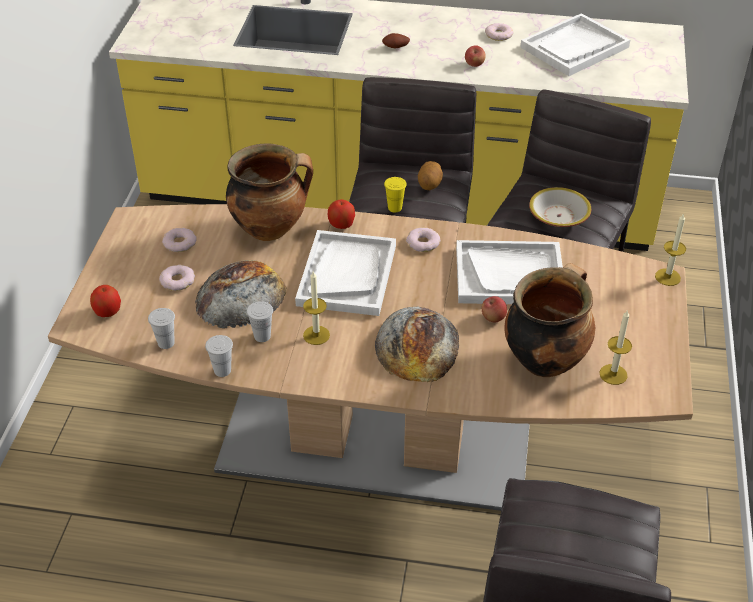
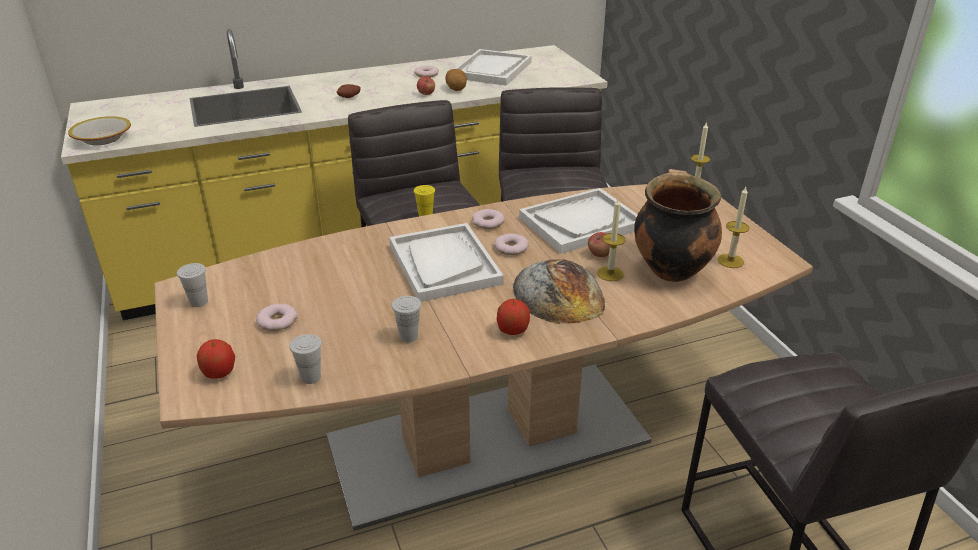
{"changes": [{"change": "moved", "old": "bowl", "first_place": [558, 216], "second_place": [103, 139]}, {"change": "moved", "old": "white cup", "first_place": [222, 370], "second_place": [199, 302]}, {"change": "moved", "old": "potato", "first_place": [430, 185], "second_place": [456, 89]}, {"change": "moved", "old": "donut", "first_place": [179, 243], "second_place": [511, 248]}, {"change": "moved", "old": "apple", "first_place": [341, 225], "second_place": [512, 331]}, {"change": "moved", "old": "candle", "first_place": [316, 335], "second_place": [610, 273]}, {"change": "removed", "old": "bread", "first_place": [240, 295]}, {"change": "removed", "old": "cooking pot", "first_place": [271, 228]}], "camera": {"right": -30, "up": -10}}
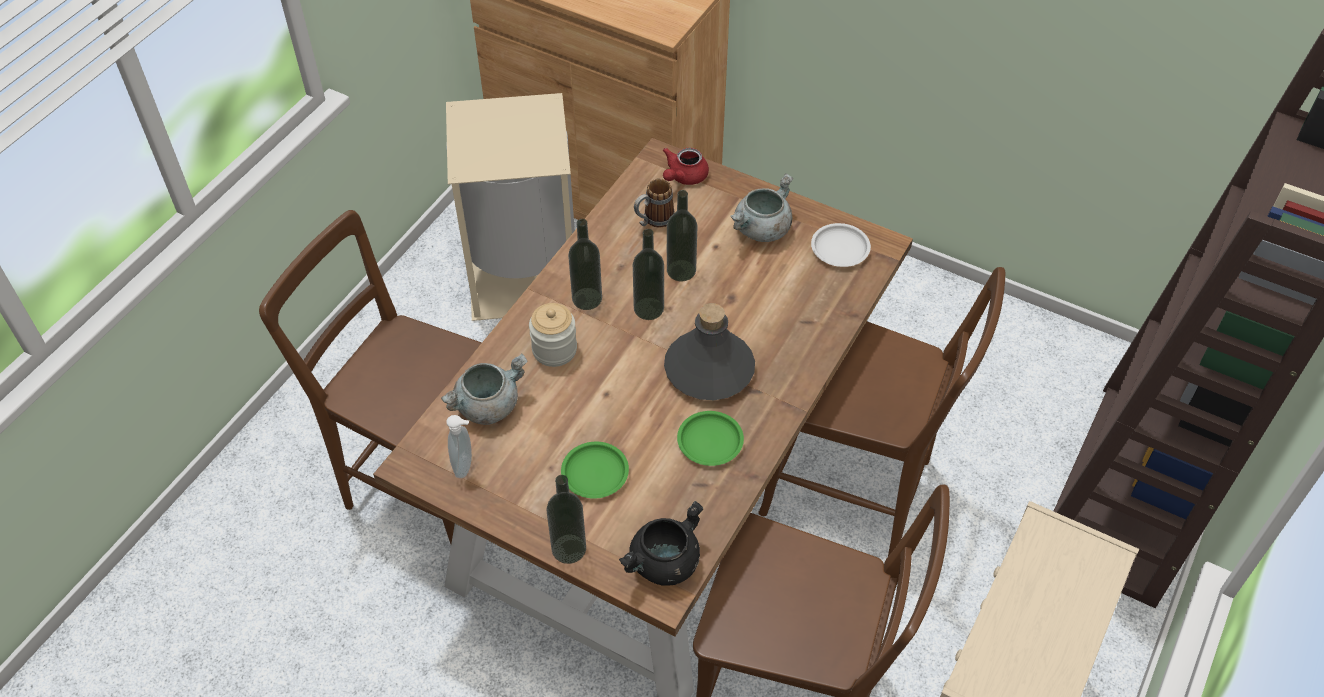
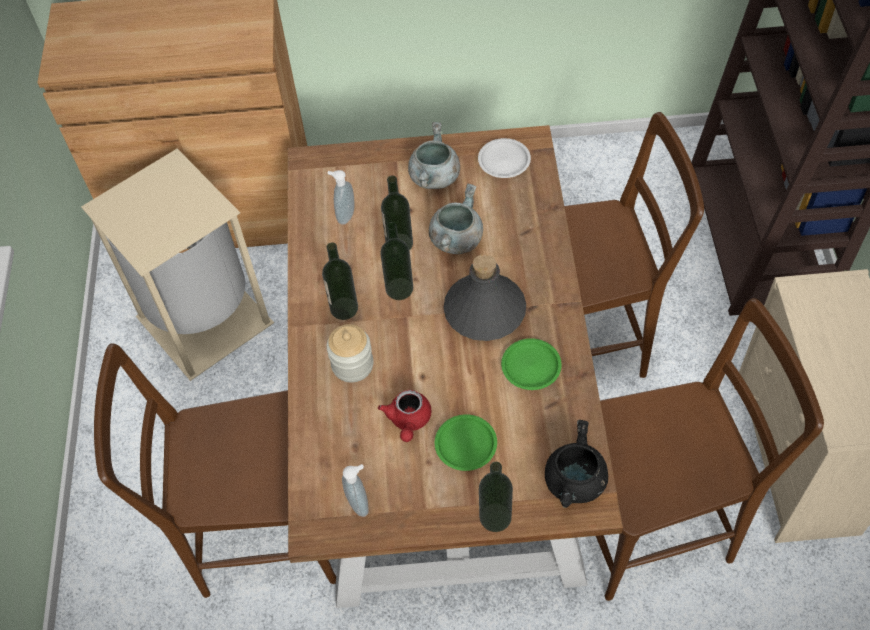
{"changes": [{"change": "replaced", "old": "mug", "new": "soap dispenser", "first_place": [653, 220], "second_place": [345, 215]}, {"change": "moved", "old": "red teapot", "first_place": [683, 177], "second_place": [408, 421]}, {"change": "moved", "old": "grey cooking pot", "first_place": [487, 406], "second_place": [456, 239]}], "camera": {"right": -30, "up": 5}}
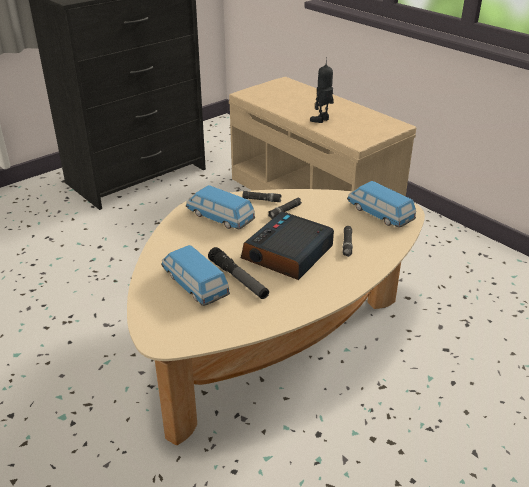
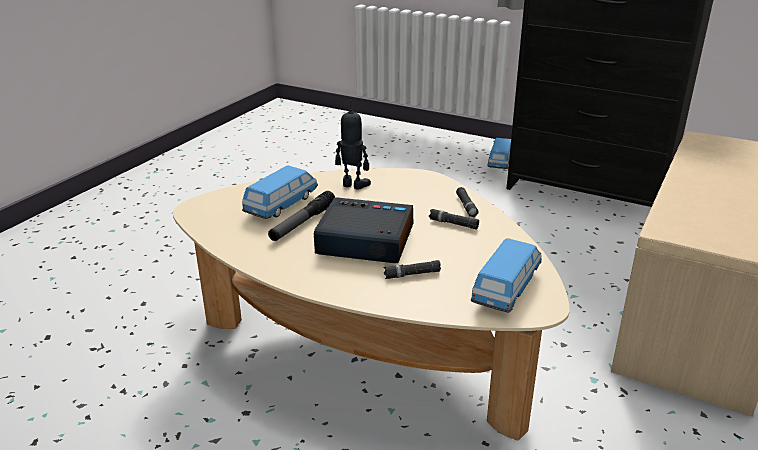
{"changes": [{"change": "moved", "old": "toy robot", "first_place": [322, 120], "second_place": [353, 186]}, {"change": "moved", "old": "toy car", "first_place": [220, 217], "second_place": [500, 161]}], "camera": {"right": 70, "up": -5}}
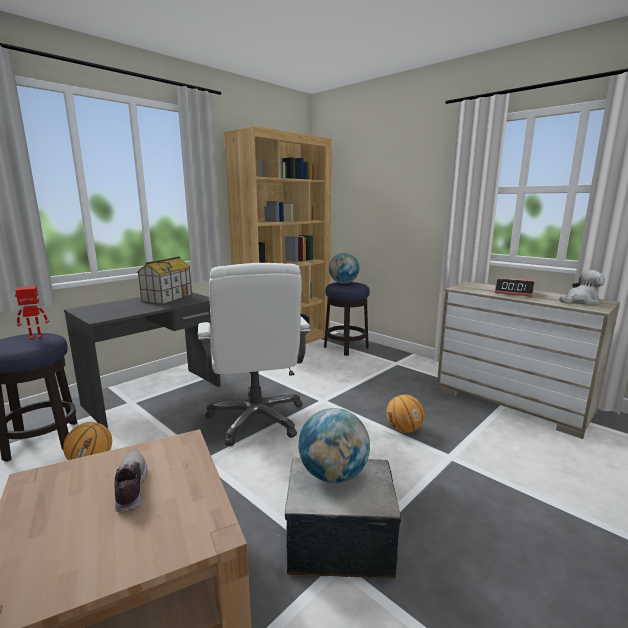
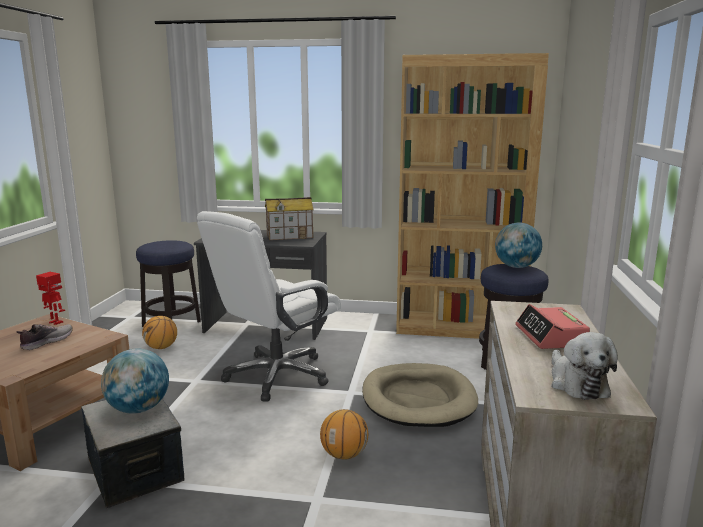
{"changes": [{"change": "moved", "old": "toy robot", "first_place": [35, 337], "second_place": [55, 322]}, {"change": "added", "new": "beige dog bed", "second_place": [418, 399]}, {"change": "turned", "old": "plush toy", "first_place": [580, 301], "second_place": [577, 383], "degrees": 45}], "camera": {"right": 55, "up": 0}}
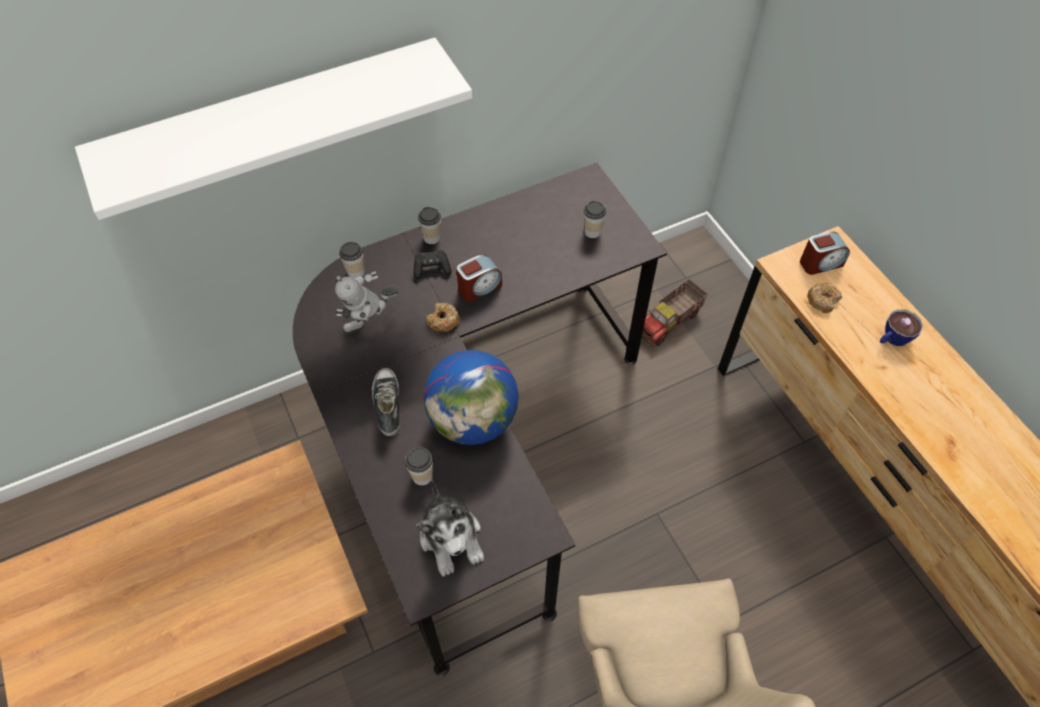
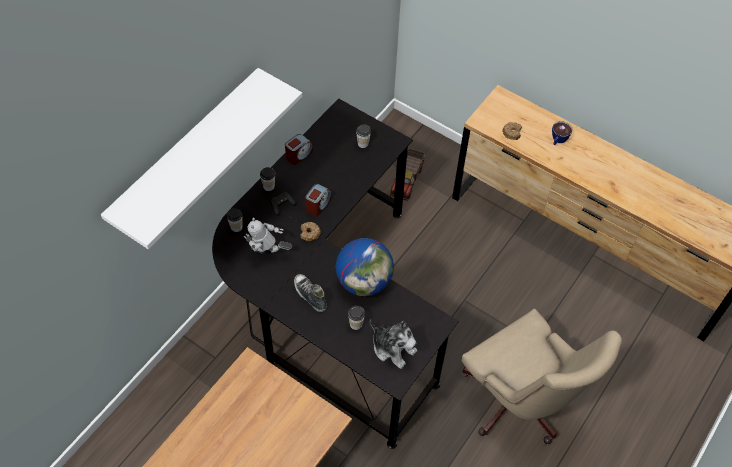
{"changes": [{"change": "turned", "old": "toy robot", "first_place": [370, 324], "second_place": [268, 254], "degrees": 75}, {"change": "moved", "old": "alarm clock", "first_place": [820, 263], "second_place": [298, 155]}], "camera": {"right": -30, "up": 0}}
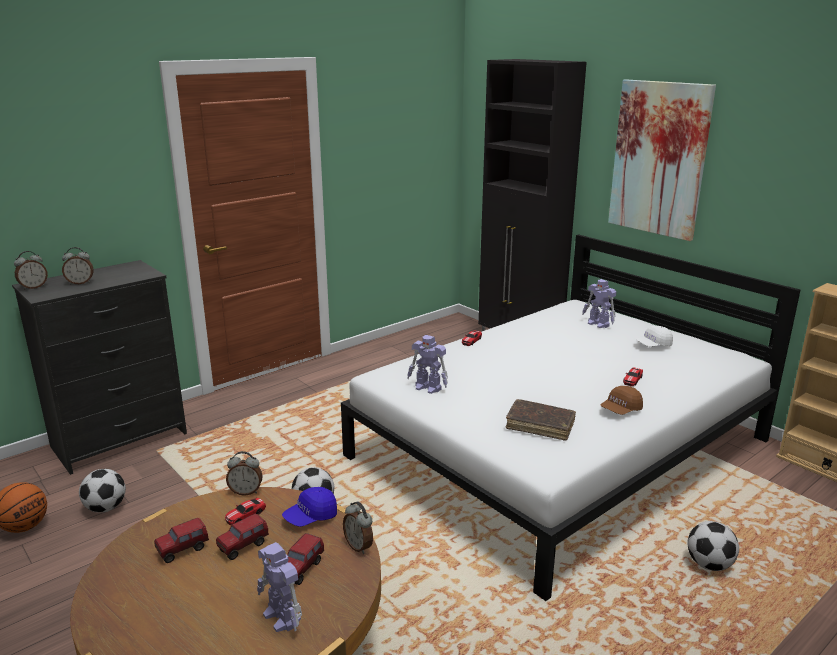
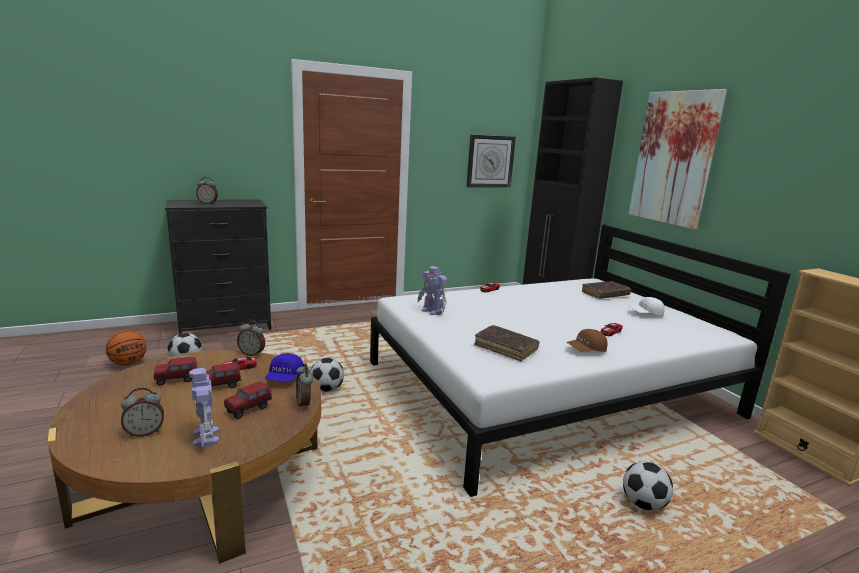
{"changes": [{"change": "moved", "old": "alarm clock", "first_place": [33, 287], "second_place": [145, 432]}, {"change": "turned", "old": "blue cap", "first_place": [311, 517], "second_place": [284, 378], "degrees": -60}, {"change": "added", "new": "wall clock", "second_place": [490, 161]}, {"change": "replaced", "old": "toy robot", "new": "brown book", "first_place": [598, 324], "second_place": [605, 294]}], "camera": {"right": 15, "up": -5}}
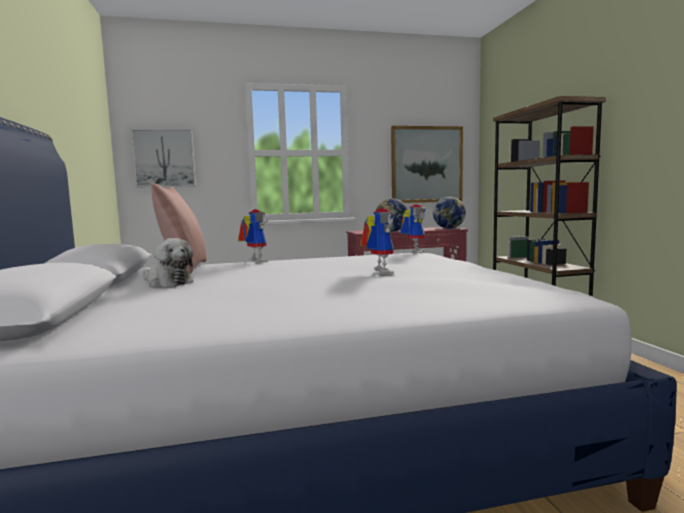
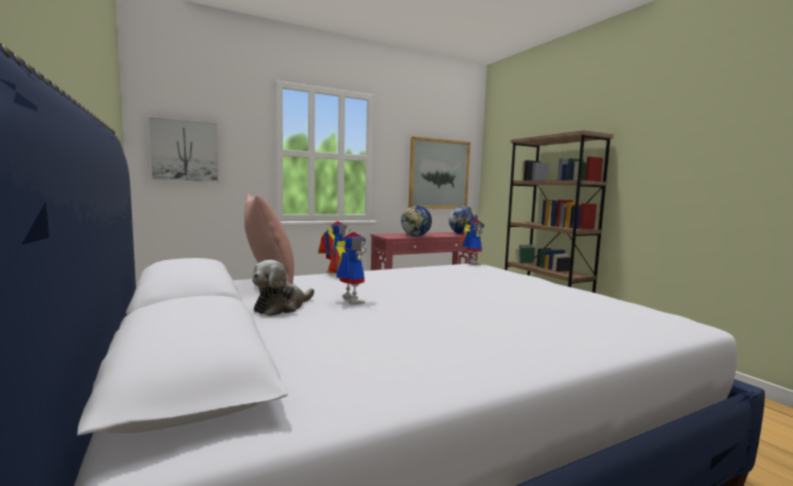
{"changes": [{"change": "turned", "old": "plush toy", "first_place": [167, 283], "second_place": [282, 307], "degrees": 105}, {"change": "moved", "old": "toy robot", "first_place": [378, 272], "second_place": [347, 300]}], "camera": {"right": -15, "up": 0}}
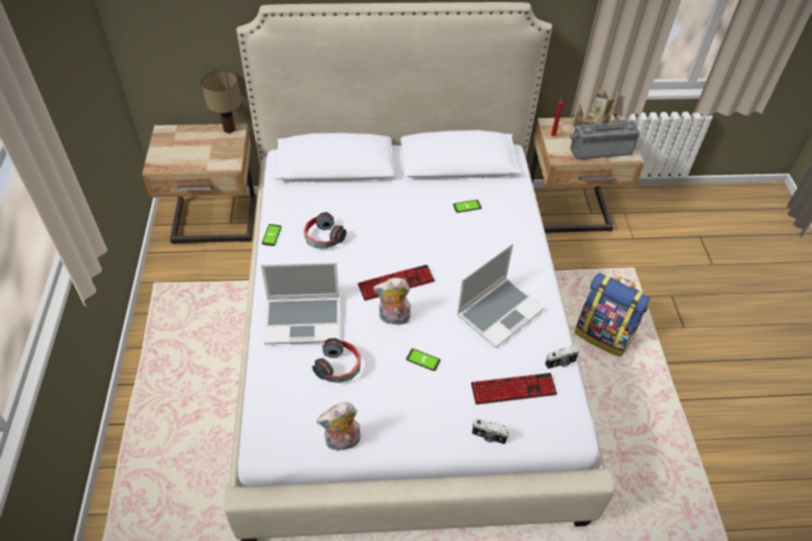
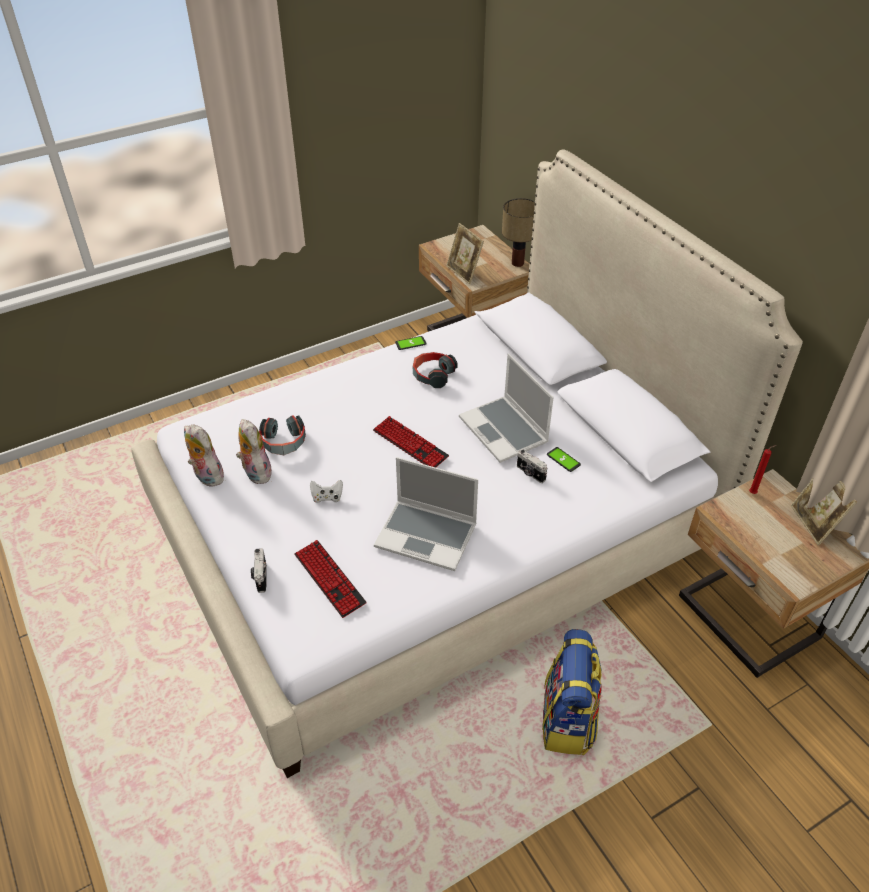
{"changes": [{"change": "moved", "old": "plush toy", "first_place": [393, 318], "second_place": [255, 472]}, {"change": "replaced", "old": "phone", "new": "white game controller", "first_place": [423, 360], "second_place": [327, 497]}, {"change": "added", "new": "picture frame", "second_place": [464, 273]}, {"change": "moved", "old": "laptop", "first_place": [304, 320], "second_place": [505, 431]}, {"change": "moved", "old": "photo camera", "first_place": [561, 363], "second_place": [530, 473]}, {"change": "removed", "old": "radio", "first_place": [599, 149]}], "camera": {"right": 65, "up": -5}}
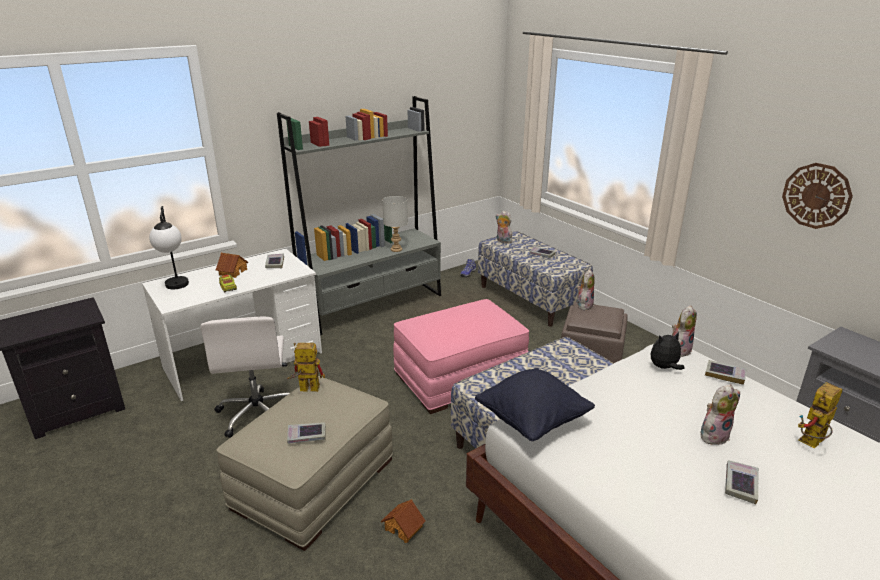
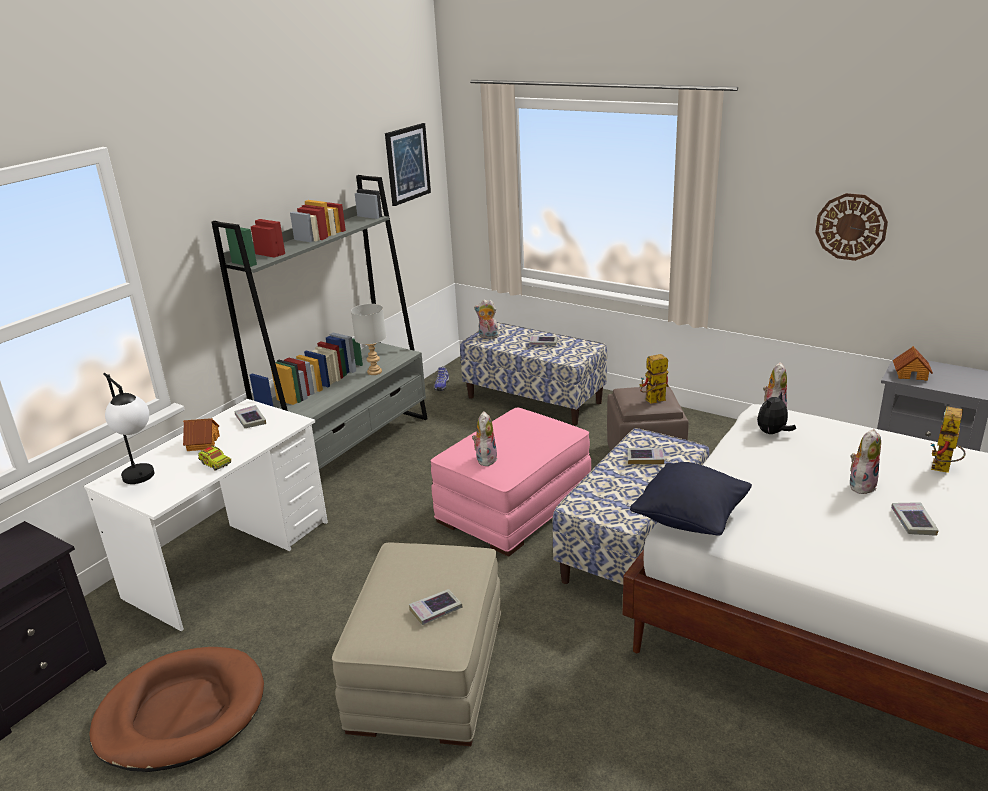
{"changes": [{"change": "added", "new": "brown dog bed", "second_place": [181, 713]}, {"change": "added", "new": "picture", "second_place": [407, 164]}, {"change": "moved", "old": "plush toy", "first_place": [584, 305], "second_place": [485, 458]}, {"change": "moved", "old": "book", "first_place": [725, 374], "second_place": [645, 458]}, {"change": "moved", "old": "toy robot", "first_place": [305, 389], "second_place": [652, 401]}, {"change": "moved", "old": "toy house", "first_place": [404, 527], "second_place": [911, 374]}, {"change": "removed", "old": "white office chair", "first_place": [258, 413]}], "camera": {"right": -20, "up": 0}}
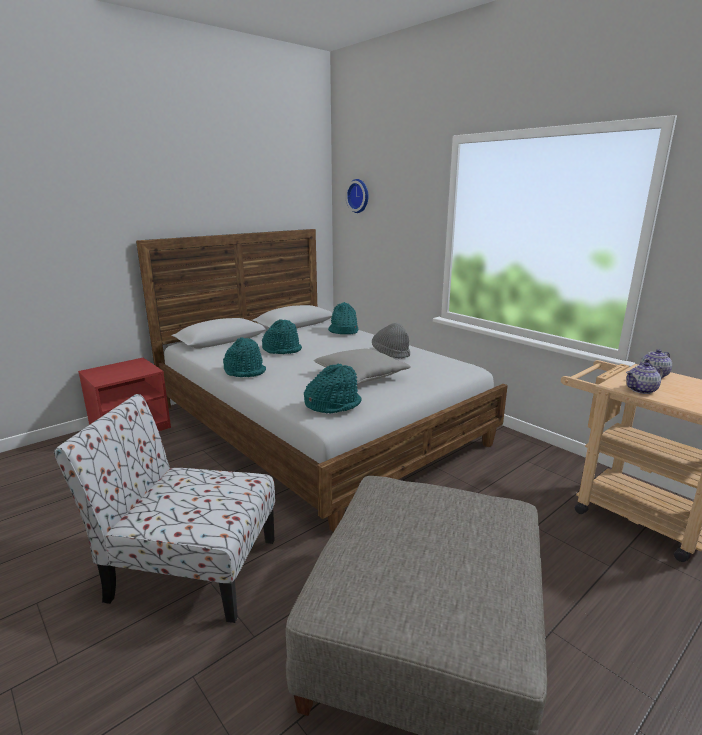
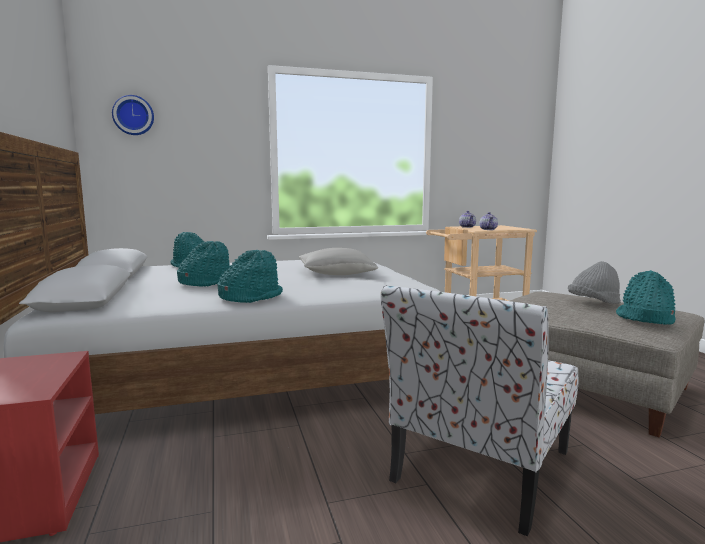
{"changes": [{"change": "moved", "old": "grey hat", "first_place": [390, 353], "second_place": [593, 303]}, {"change": "moved", "old": "turquoise hat", "first_place": [333, 404], "second_place": [644, 318]}], "camera": {"right": -65, "up": -10}}
